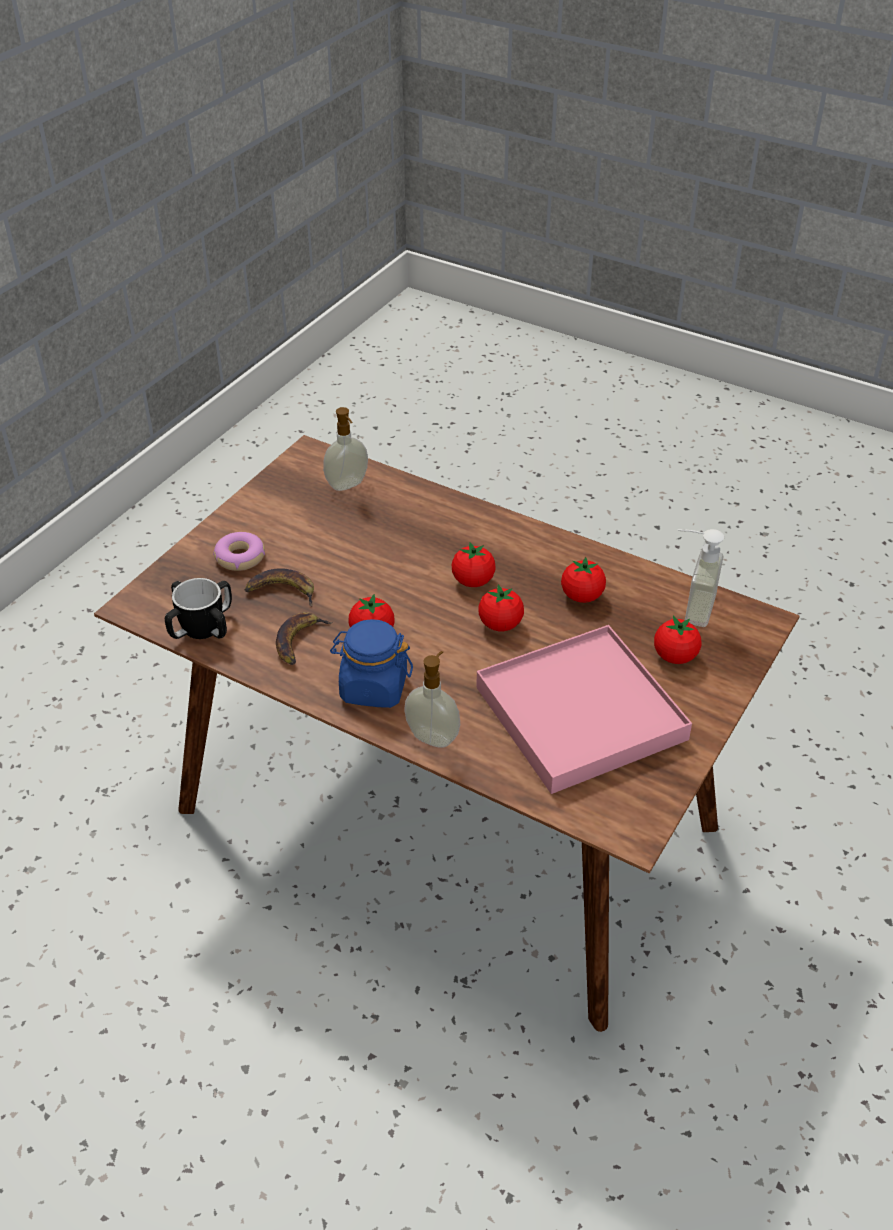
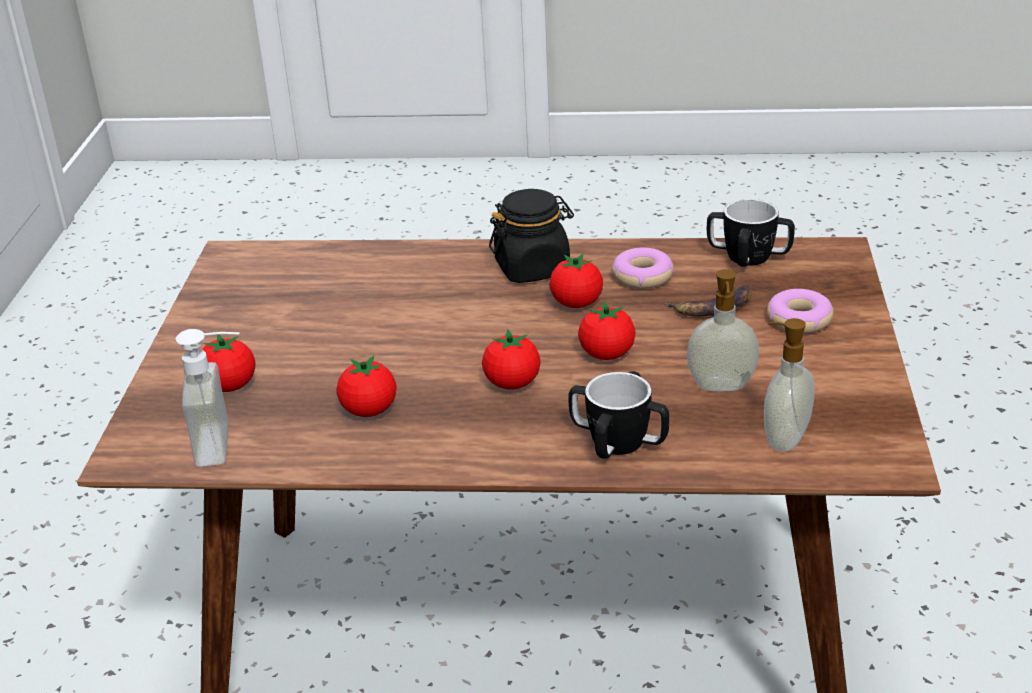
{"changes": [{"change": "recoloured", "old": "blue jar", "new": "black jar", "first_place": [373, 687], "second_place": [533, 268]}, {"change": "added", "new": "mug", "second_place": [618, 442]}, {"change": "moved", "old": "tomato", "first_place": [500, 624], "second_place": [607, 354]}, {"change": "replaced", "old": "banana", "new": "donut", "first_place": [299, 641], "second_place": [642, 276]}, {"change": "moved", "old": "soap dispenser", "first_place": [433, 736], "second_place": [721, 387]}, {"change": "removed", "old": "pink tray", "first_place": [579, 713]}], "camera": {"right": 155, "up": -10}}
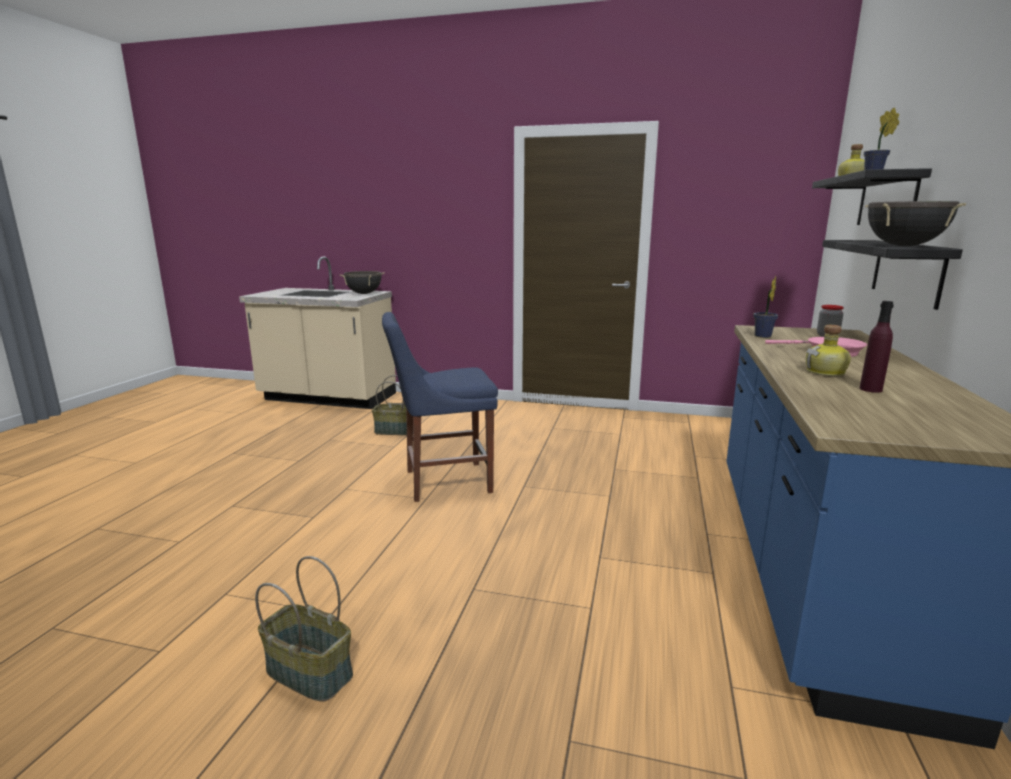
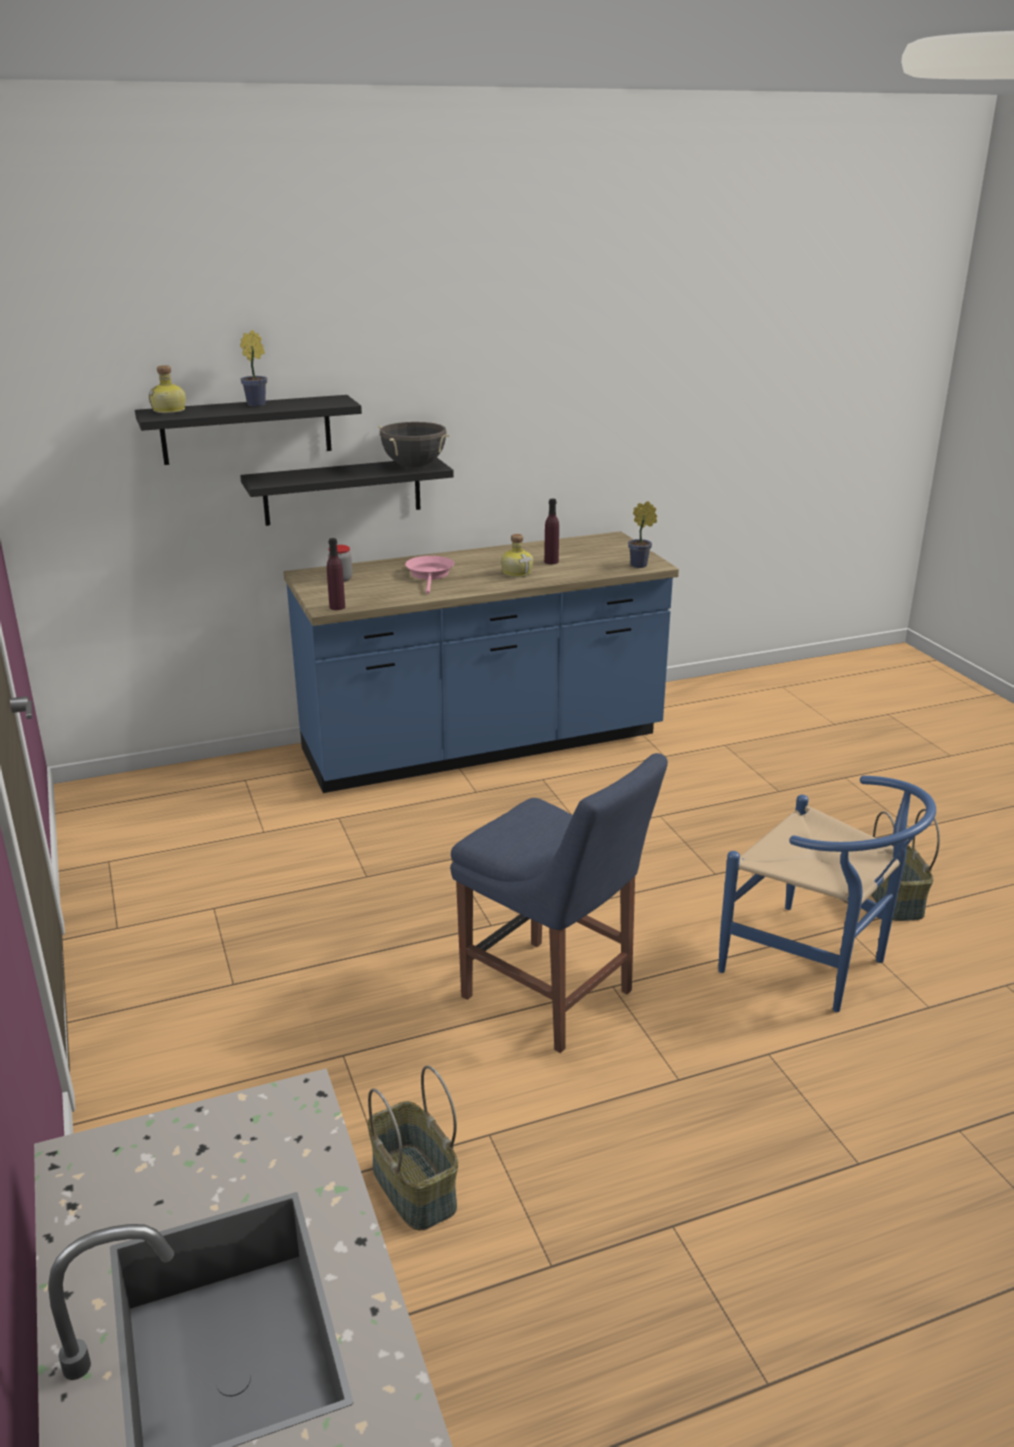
{"changes": [{"change": "added", "new": "purple bottle", "second_place": [337, 607]}, {"change": "moved", "old": "potted plant", "first_place": [762, 336], "second_place": [641, 565]}, {"change": "added", "new": "blue chair", "second_place": [816, 965]}, {"change": "removed", "old": "black cooking pot", "first_place": [363, 293]}], "camera": {"right": -125, "up": 10}}
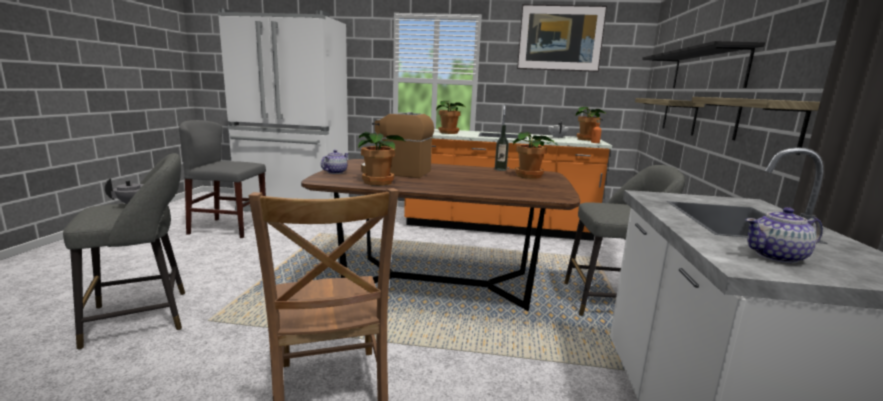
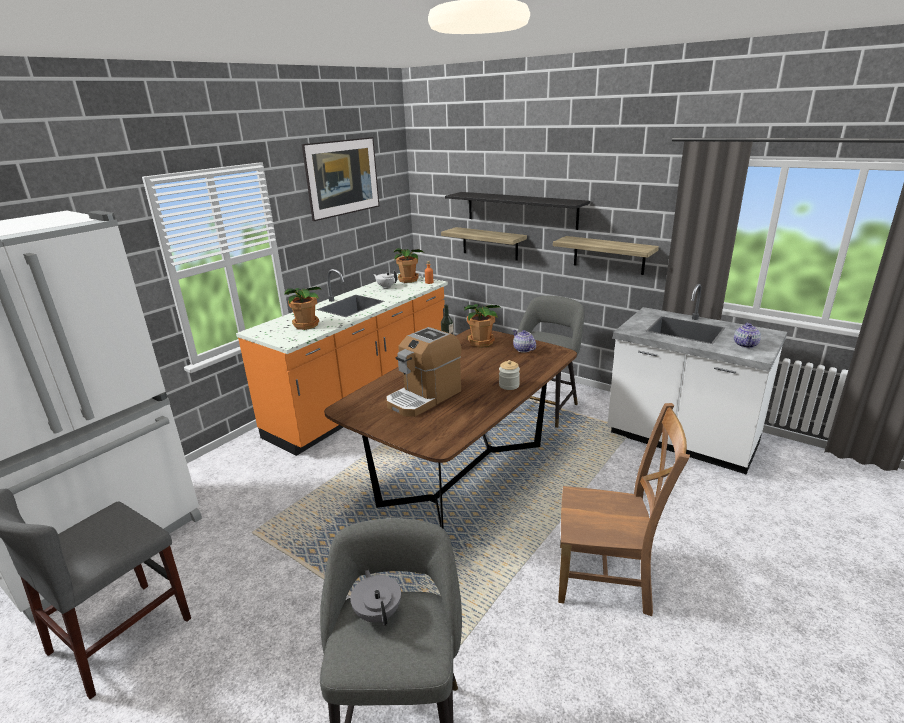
{"changes": [{"change": "added", "new": "jar", "second_place": [509, 385]}, {"change": "moved", "old": "teapot", "first_place": [335, 172], "second_place": [523, 349]}, {"change": "removed", "old": "potted plant", "first_place": [378, 182]}], "camera": {"right": -60, "up": 10}}
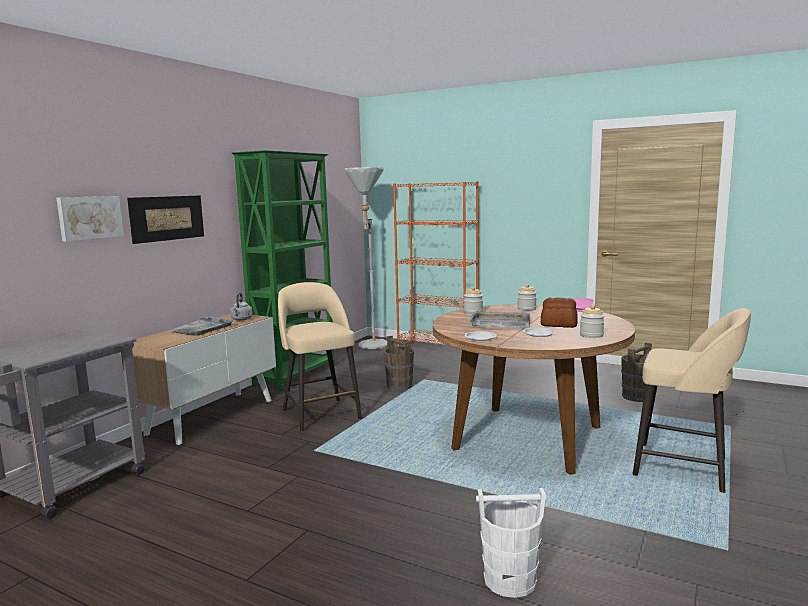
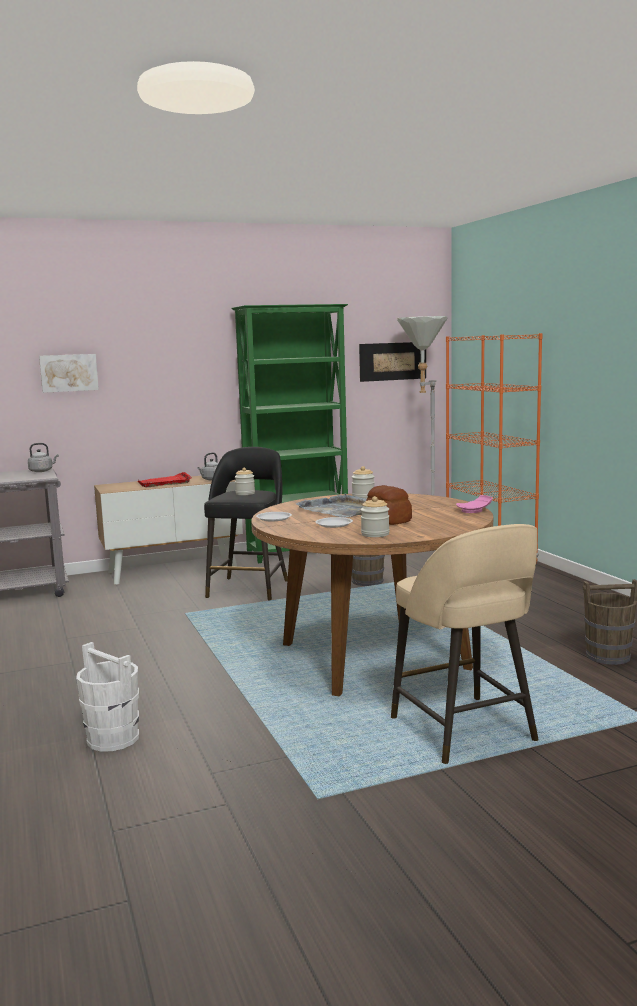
{"changes": [{"change": "added", "new": "grey kettle", "second_place": [42, 471]}, {"change": "recoloured", "old": "grey tray", "new": "red tray", "first_place": [202, 328], "second_place": [165, 482]}, {"change": "recoloured", "old": "beige stool", "new": "black stool", "first_place": [320, 414], "second_place": [249, 588]}, {"change": "moved", "old": "jar", "first_place": [526, 309], "second_place": [245, 493]}, {"change": "moved", "old": "picture", "first_place": [167, 218], "second_place": [393, 361]}], "camera": {"right": 40, "up": 0}}
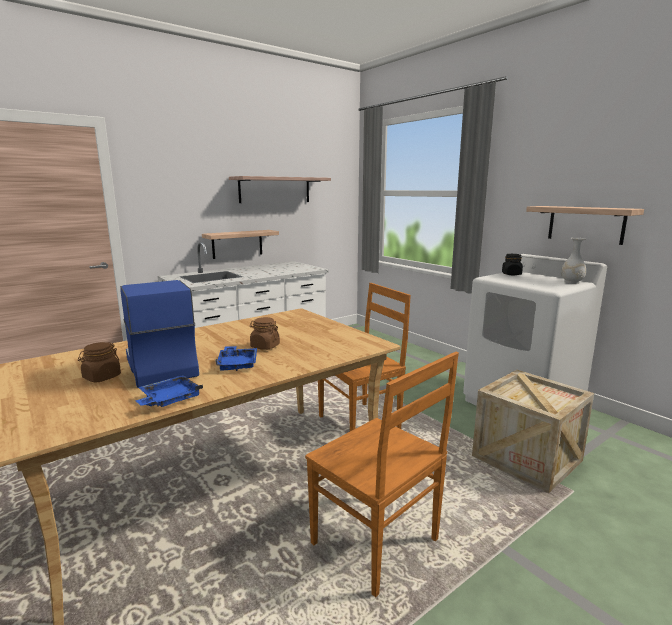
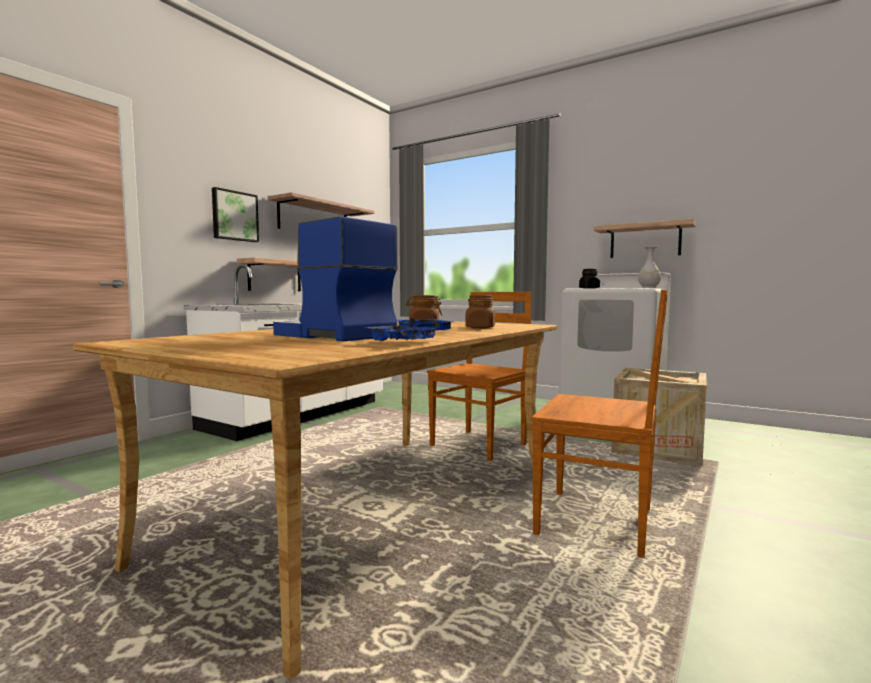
{"changes": [{"change": "added", "new": "picture", "second_place": [234, 216]}, {"change": "moved", "old": "brown jar", "first_place": [101, 377], "second_place": [480, 328]}], "camera": {"right": -20, "up": -10}}
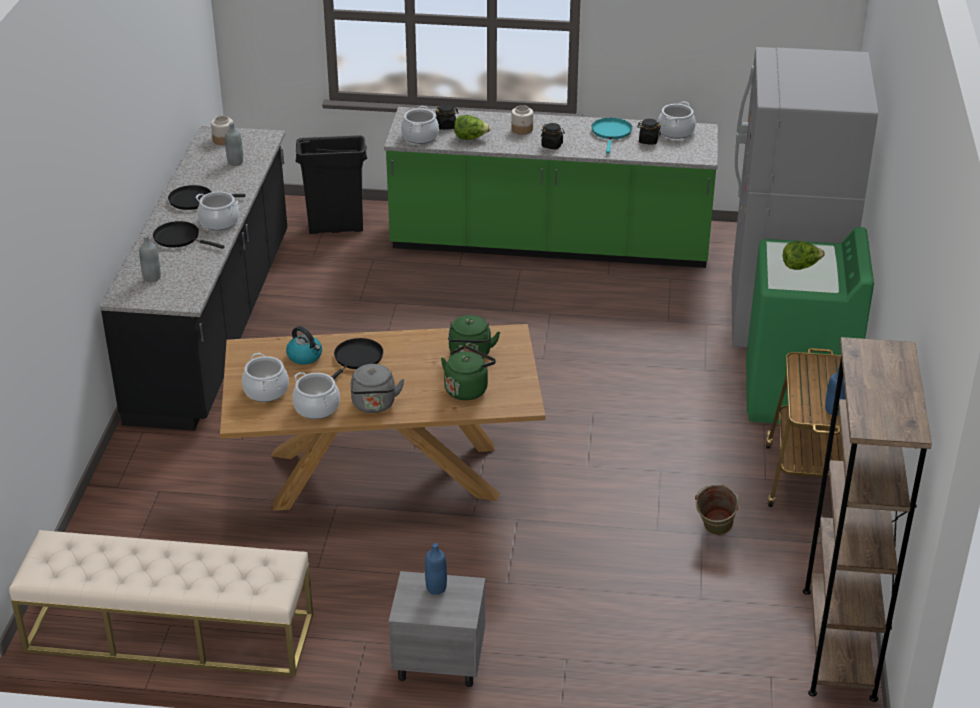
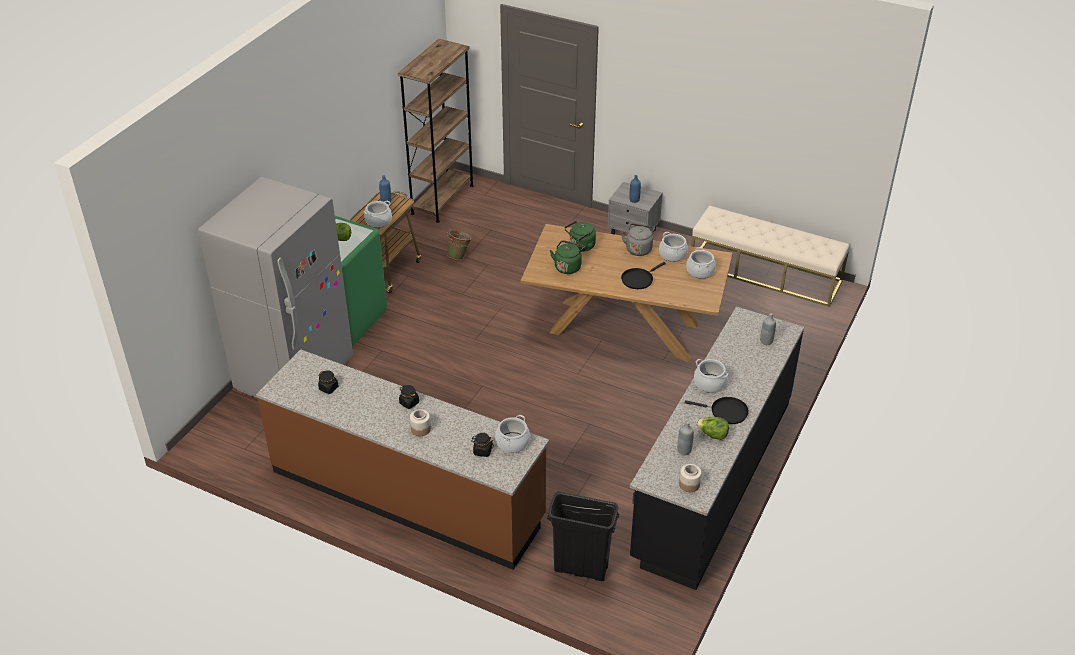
{"changes": [{"change": "recoloured", "old": "green counter", "new": "brown counter", "first_place": [550, 245], "second_place": [407, 494]}, {"change": "moved", "old": "cooking pot", "first_place": [675, 132], "second_place": [378, 221]}, {"change": "moved", "old": "lettuce", "first_place": [470, 138], "second_place": [712, 435]}, {"change": "removed", "old": "black frying pan", "first_place": [179, 238]}, {"change": "removed", "old": "kettle", "first_place": [305, 356]}, {"change": "removed", "old": "turquoise frying pan", "first_place": [611, 133]}], "camera": {"right": -160, "up": 5}}
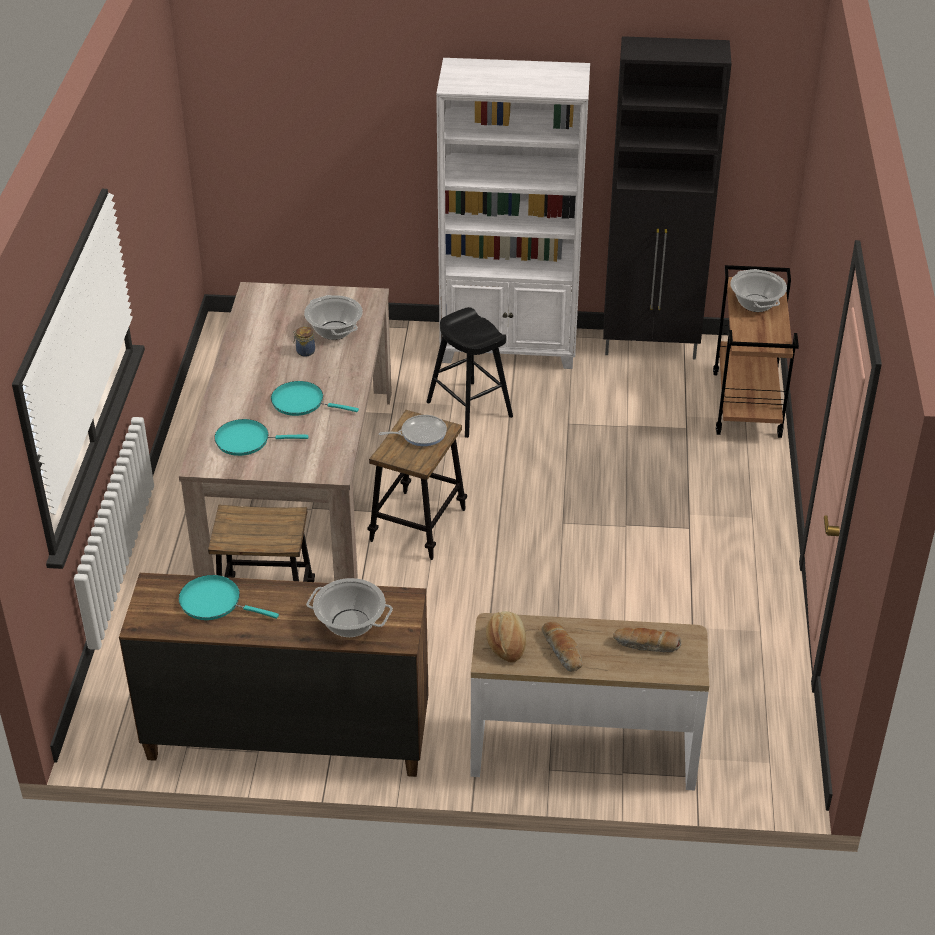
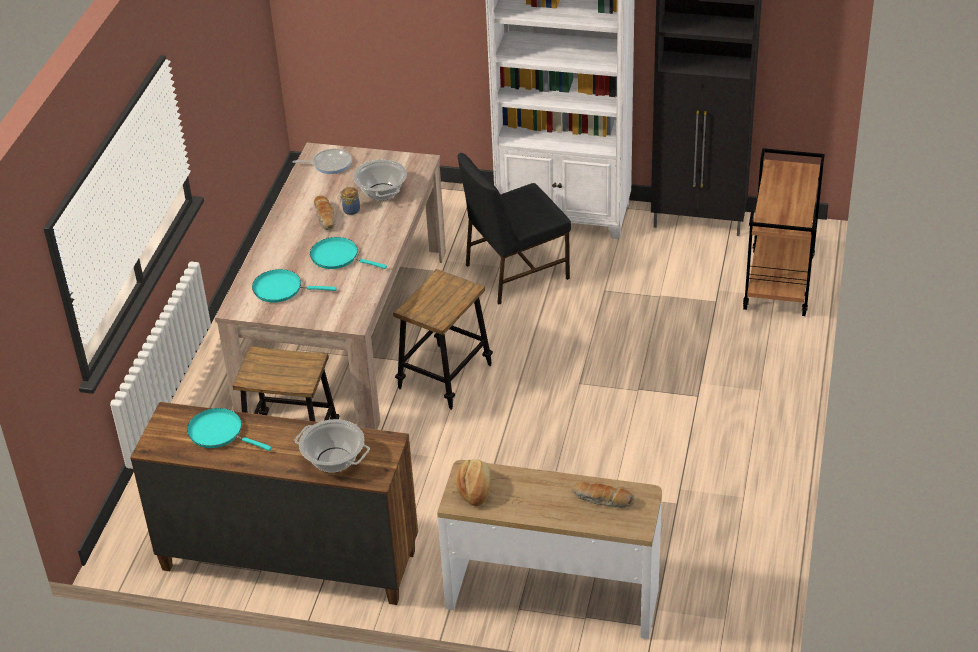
{"changes": [{"change": "moved", "old": "frying pan", "first_place": [420, 434], "second_place": [329, 164]}, {"change": "moved", "old": "bread", "first_place": [563, 651], "second_place": [325, 217]}, {"change": "replaced", "old": "black stool", "new": "black chair", "first_place": [469, 409], "second_place": [515, 272]}, {"change": "removed", "old": "cooking pot", "first_place": [756, 303]}], "camera": {"right": 10, "up": 0}}
